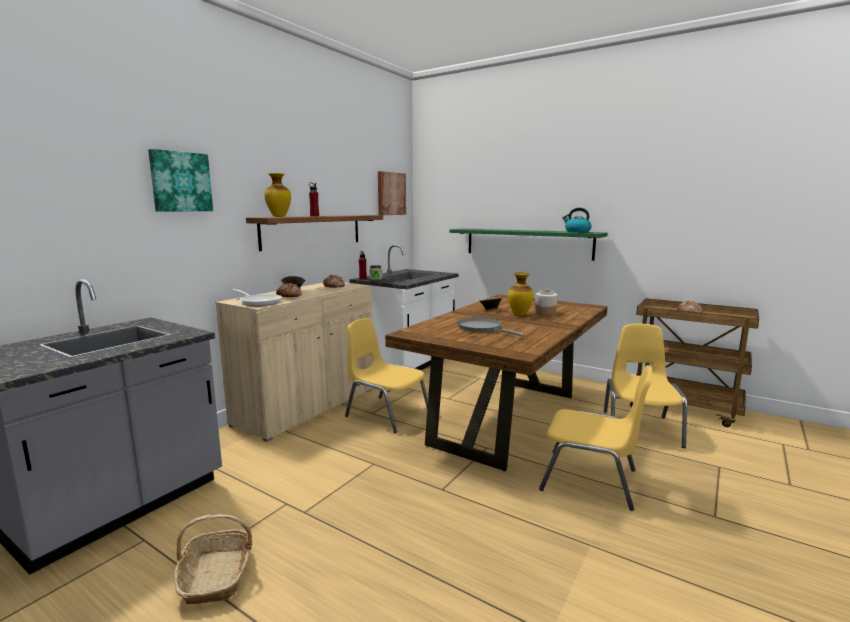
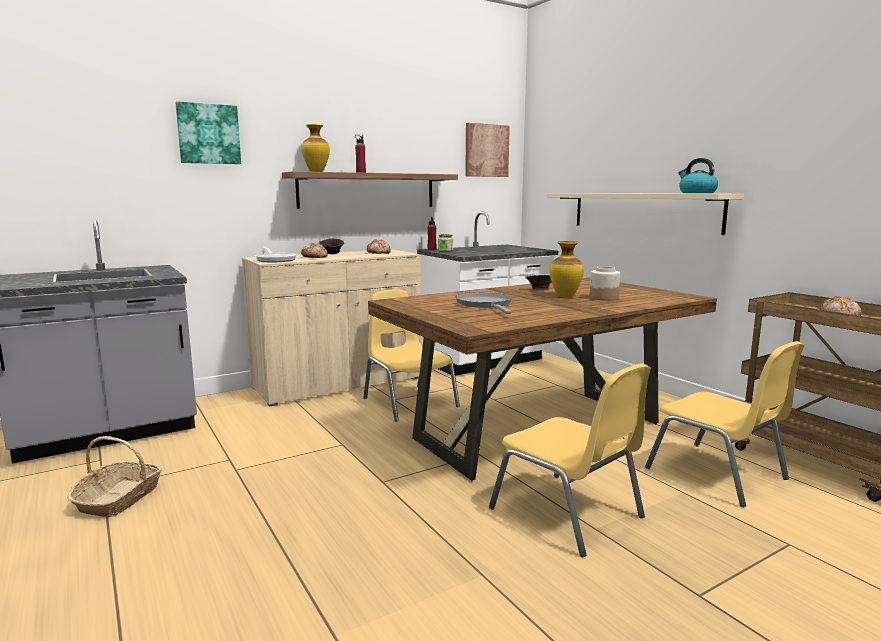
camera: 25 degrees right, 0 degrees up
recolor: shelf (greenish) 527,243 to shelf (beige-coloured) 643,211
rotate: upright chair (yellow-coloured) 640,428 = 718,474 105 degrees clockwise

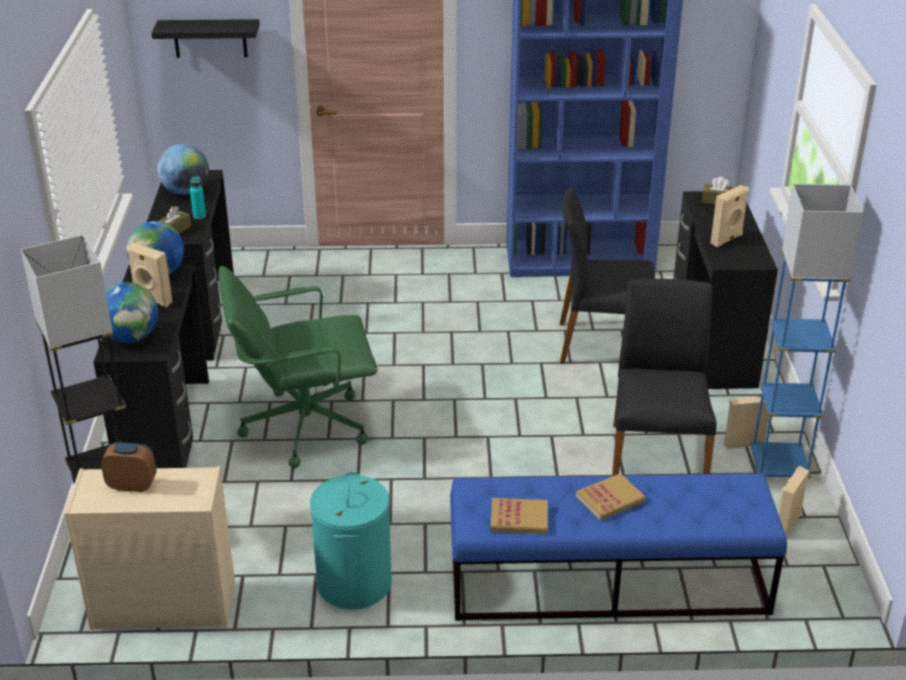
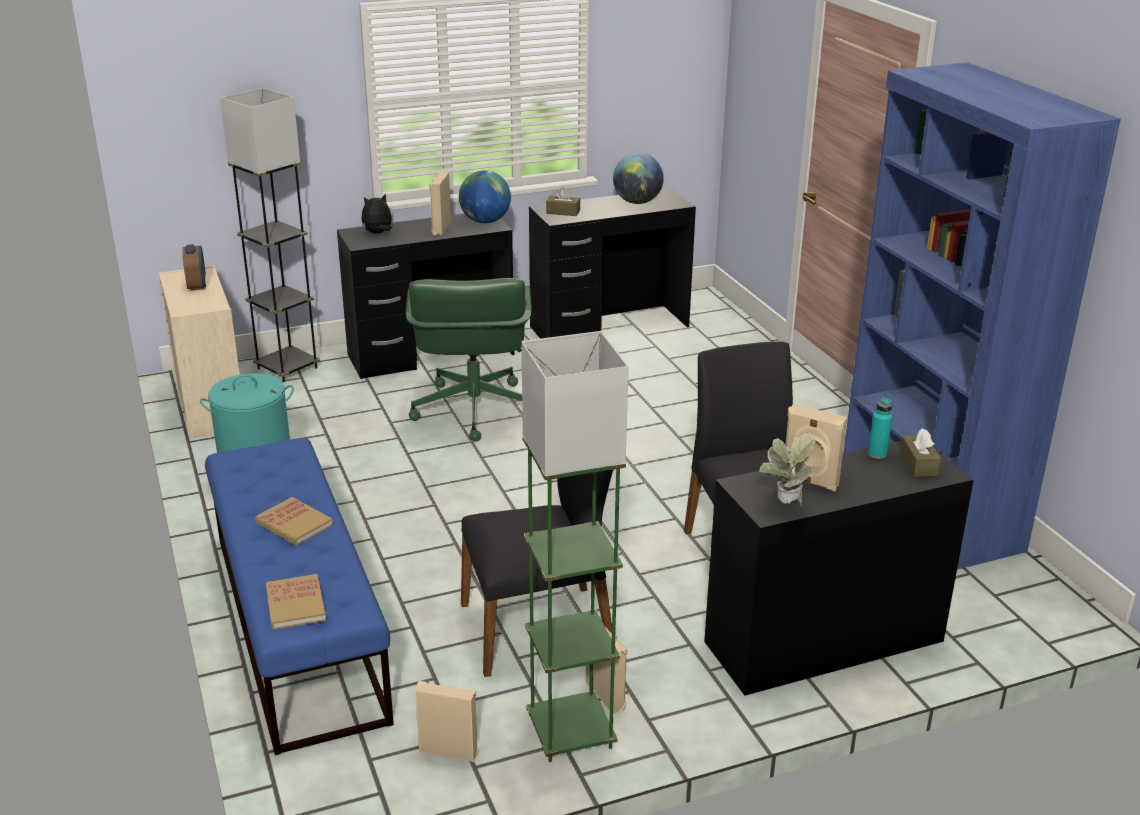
camera: 70 degrees right, 5 degrees down
delete: shelf (black) 210,38
insert: potted plant 783,505
move: drink bottle (turquoise) 199,216 to 877,454; volume 519,518 to 295,604
replace: desk globe 131,337 to plush toy 378,233
recolor: floor lamp (blue) 778,467 to floor lamp (greenish) 571,732
rotate: desk chair (greenish) 303,426 = 473,410 150 degrees counterclockwise

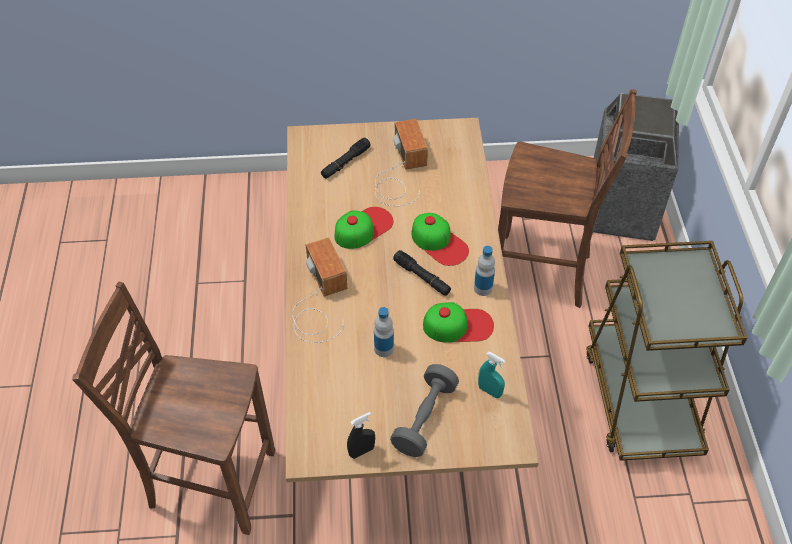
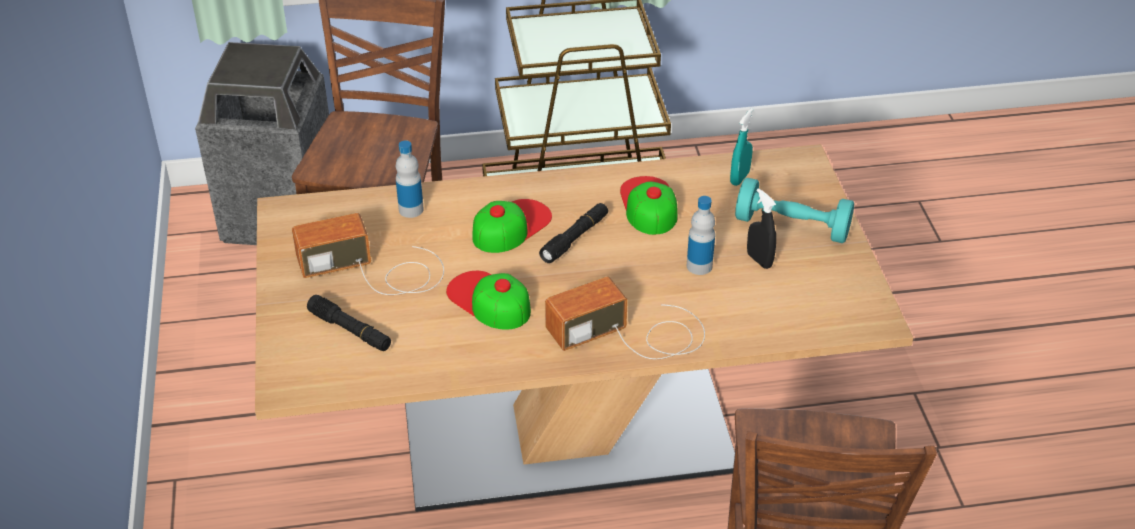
camera: 95 degrees left, 10 degrees down
move: hand sprayer (black) 361,451 to 759,260; drink bottle 483,288 to 411,209
recolor: hand weight (greyish) 424,418 to hand weight (turquoise) 792,226

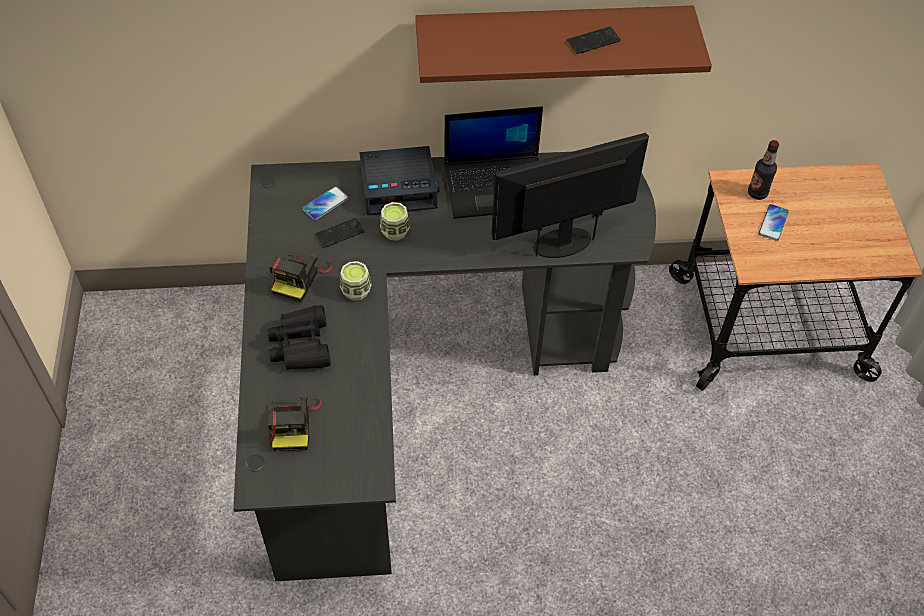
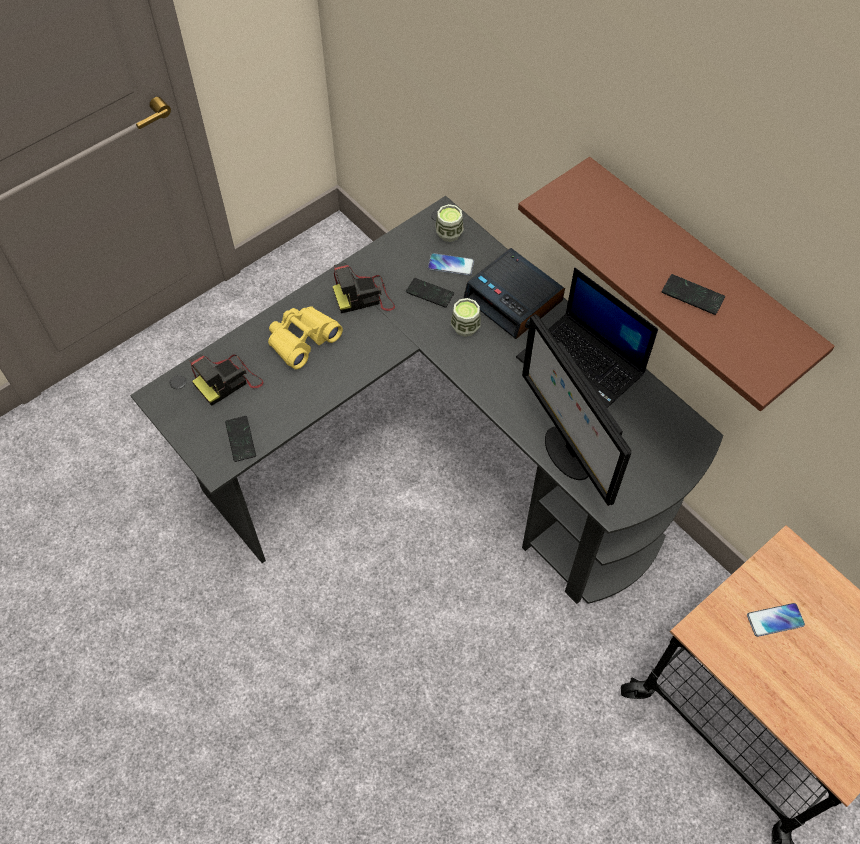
camera: 55 degrees right, 5 degrees up
delete: drink bottle 757,193
insert: phone 240,439
move: cup 356,291 to 449,233
recolor: binoculars (black) 301,345 to binoculars (yellow-coloured) 302,340
rotate: monitor 563,242 = 566,452 150 degrees counterclockwise

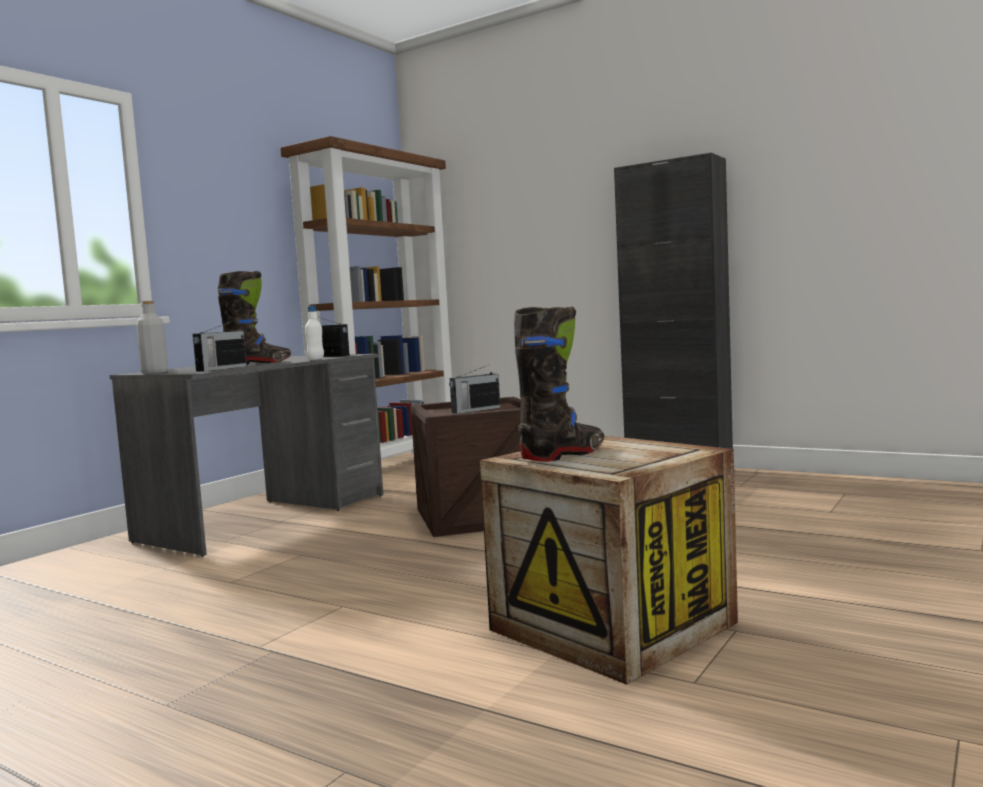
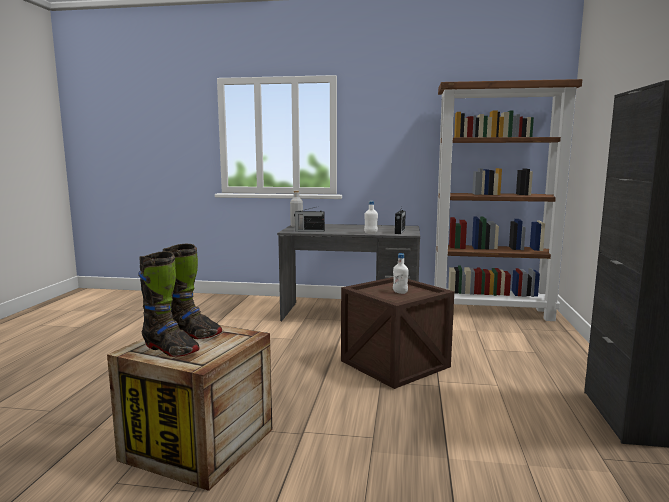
camera: 65 degrees right, 5 degrees up
move: tall boot (black) 257,363 to 170,350
replace: radio set 475,410 to drink bottle (white) 400,292

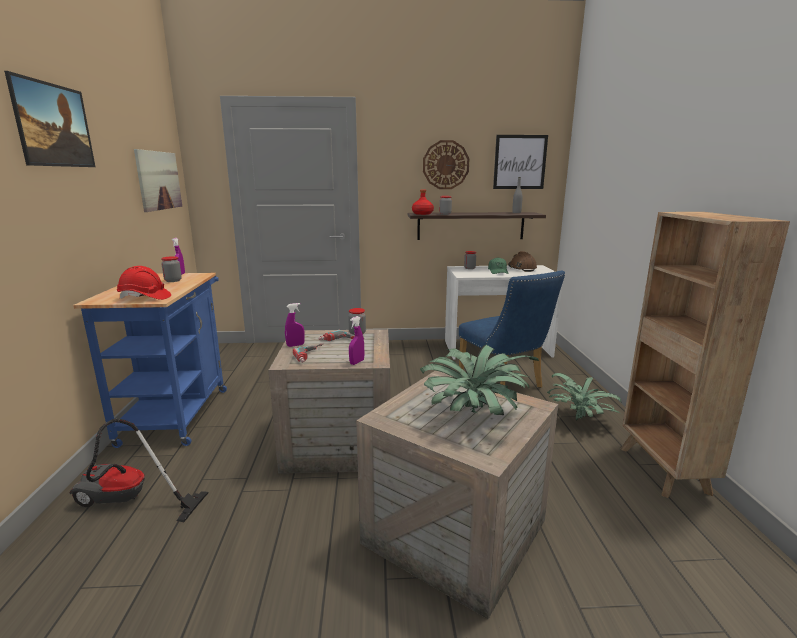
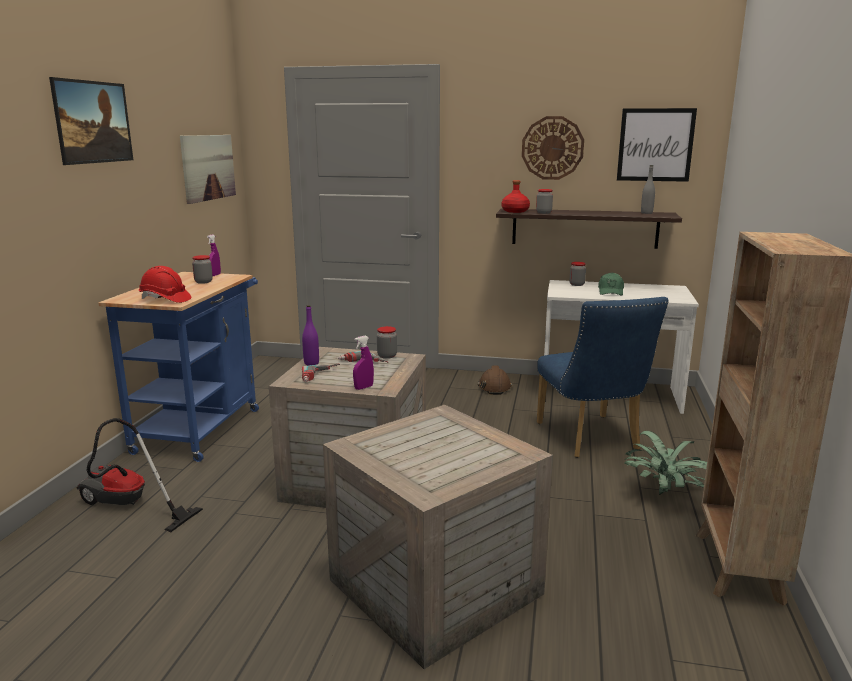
camera: 15 degrees right, 0 degrees up
delete: potted plant 474,415
move: hard hat (brown) 522,268 to 494,387
replace: hand sprayer (purple) 295,345 to drink bottle (purple) 311,363

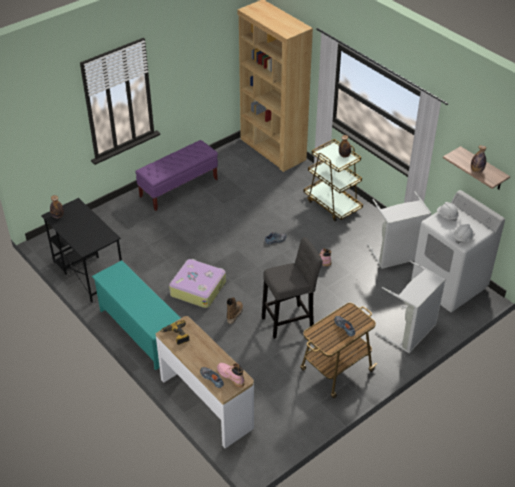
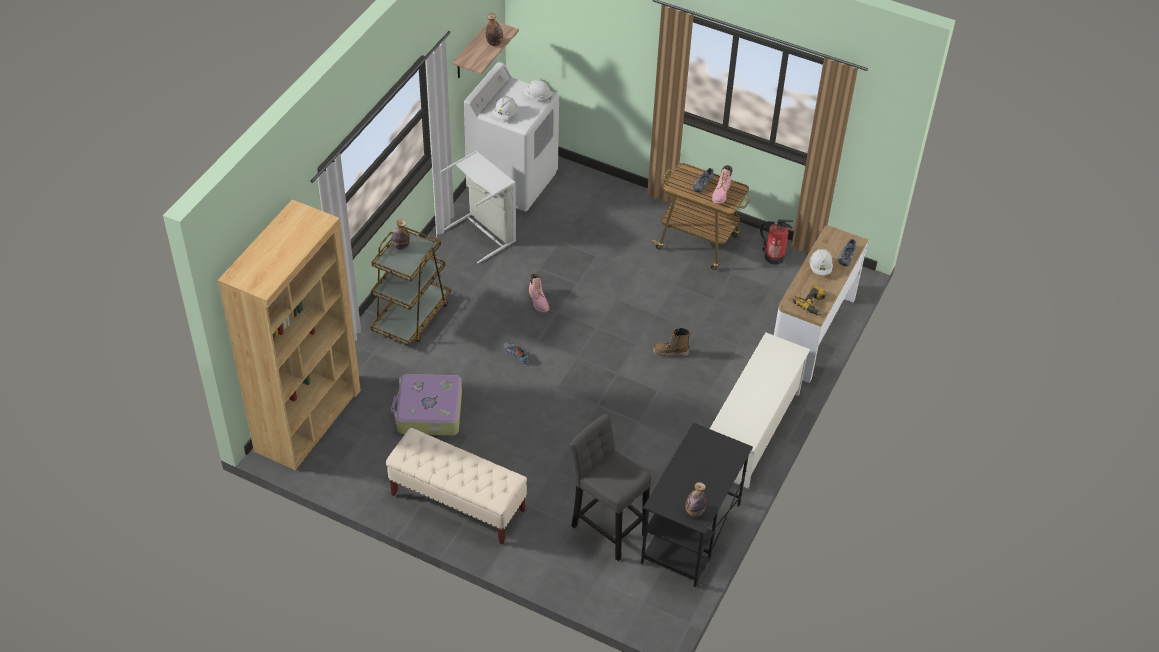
camera: 115 degrees left, 5 degrees up
delete: washing basket (greyish) 411,332
insert: extinguisher 773,257; hard hat (white) 820,268
move: suitcase 198,288 to 428,412; tall boot (pink) 231,376 to 721,194; stool seat (greyish) 290,321 to 607,527
recolor: shoe shelf (turquoise) 141,331 to shoe shelf (white) 752,431; bench (purple) 179,188 to bench (beige-coloured) 457,503

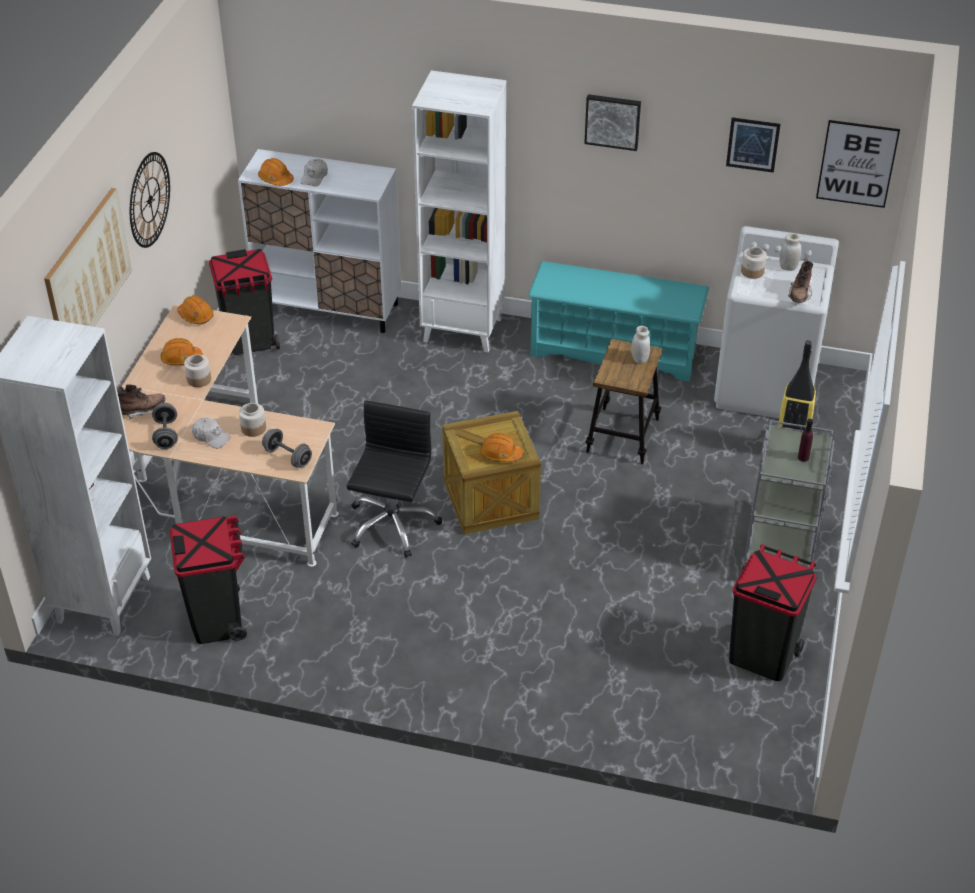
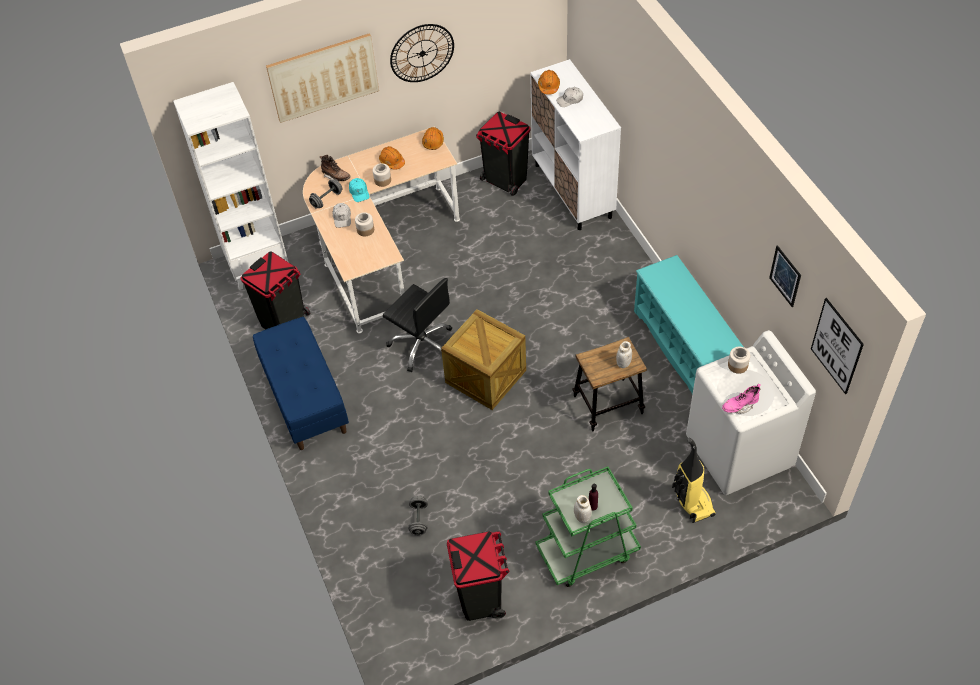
camera: 55 degrees right, 10 degrees up
delete: bookcase (white) 463,329; hard hat (orange-coloured) 500,454; wall art 613,121
insert: bench (blue) 304,398; baseball cap (turquoise) 359,192
move: hand weight (greyish) 287,457 to 419,520; preserve jar (white) 788,267 to 582,517
recolor: wheeled cart (greyish) 780,547 to wheeled cart (greenish) 587,552; tall boot (brown) 799,295 to tall boot (pink) 740,406
rotate: desk chair (black) 392,524 = 422,345 60 degrees clockwise

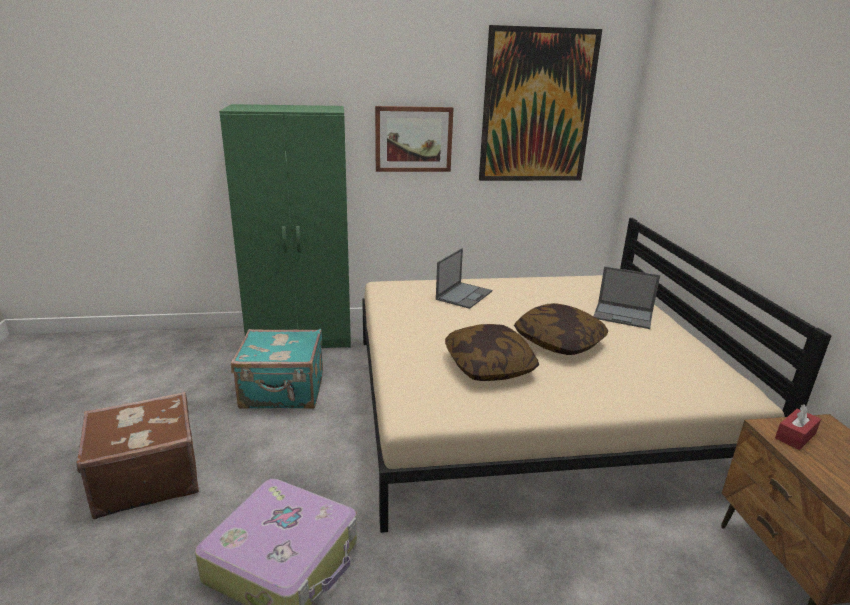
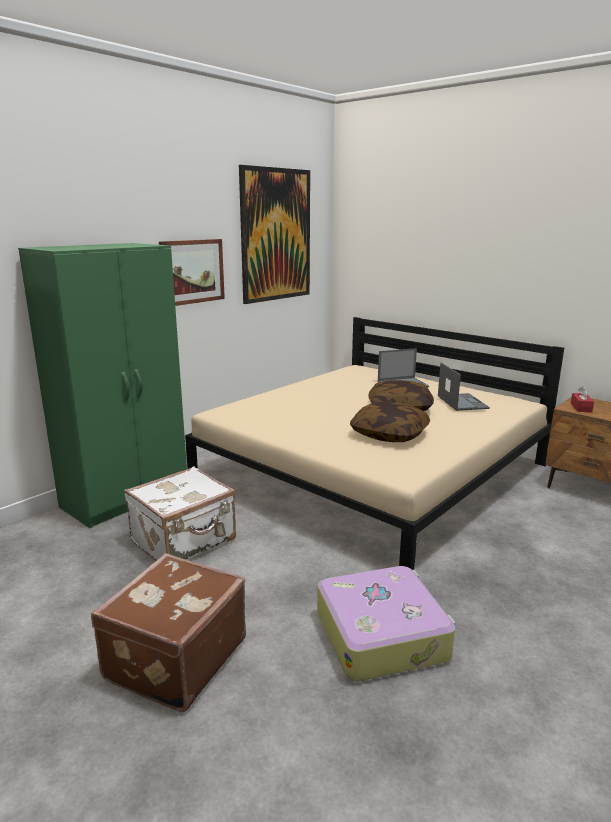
camera: 40 degrees left, 5 degrees down
move: laptop 464,295 to 462,402
recolor: suitcase (turquoise) 283,392 to suitcase (white) 185,541

